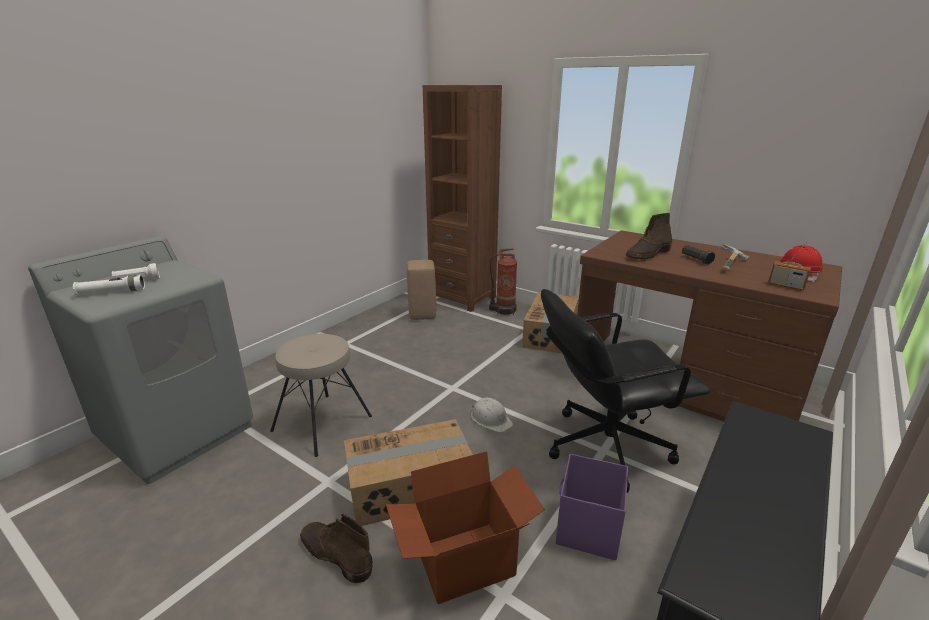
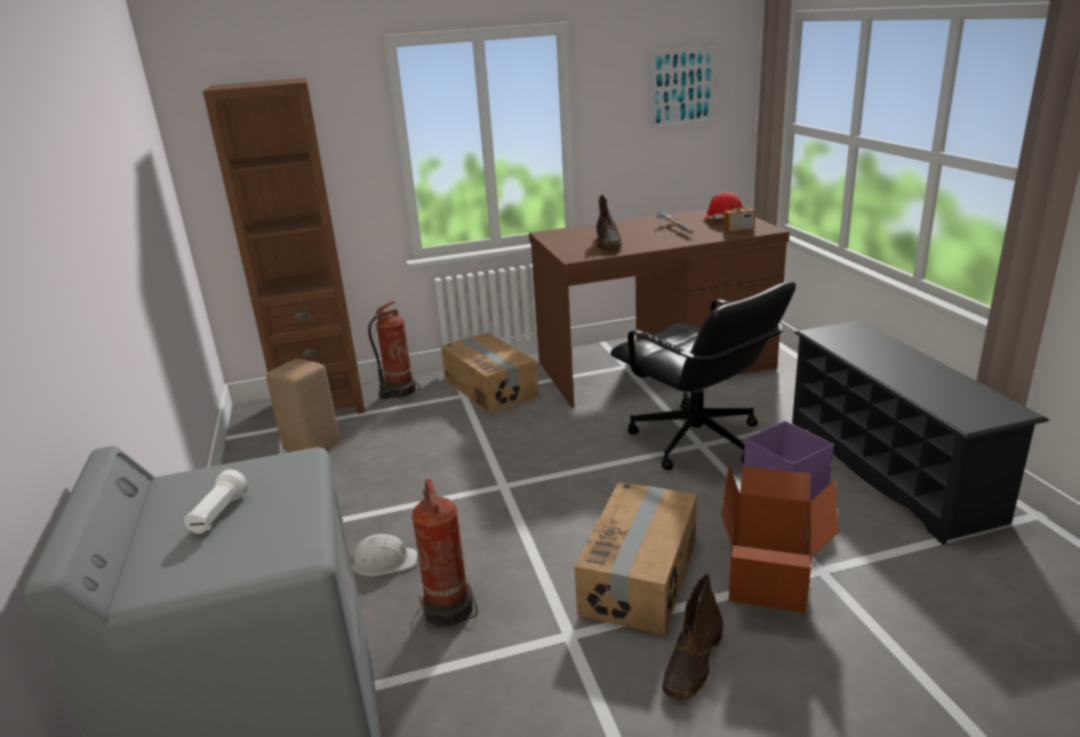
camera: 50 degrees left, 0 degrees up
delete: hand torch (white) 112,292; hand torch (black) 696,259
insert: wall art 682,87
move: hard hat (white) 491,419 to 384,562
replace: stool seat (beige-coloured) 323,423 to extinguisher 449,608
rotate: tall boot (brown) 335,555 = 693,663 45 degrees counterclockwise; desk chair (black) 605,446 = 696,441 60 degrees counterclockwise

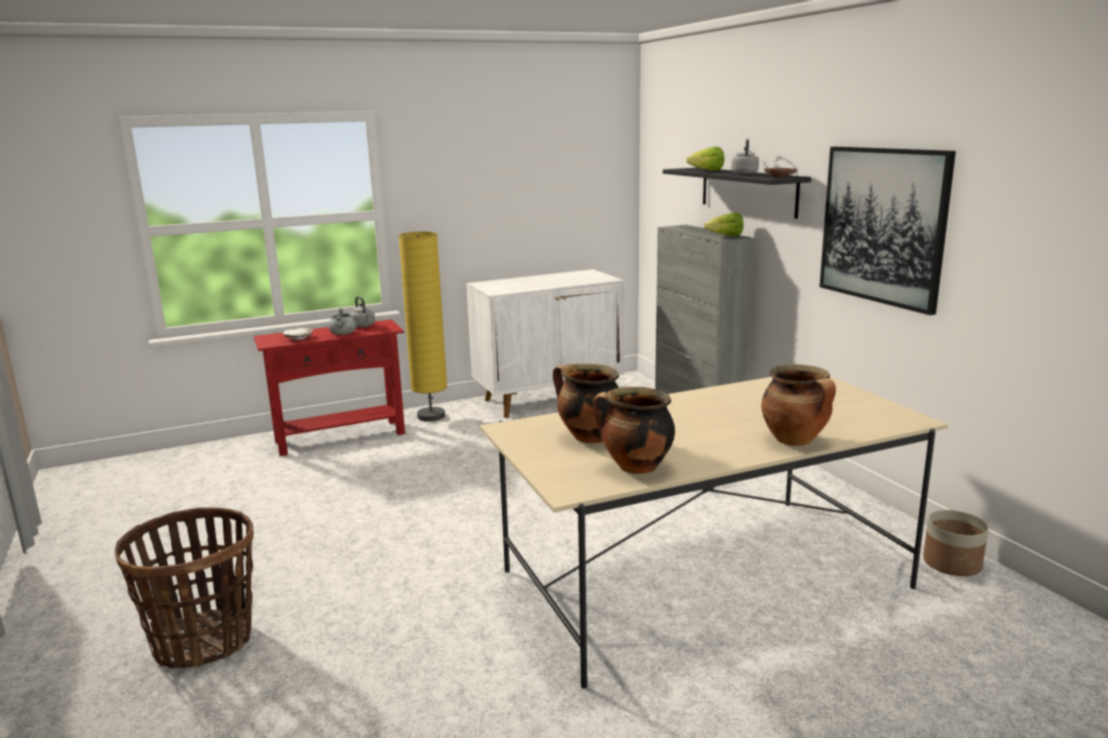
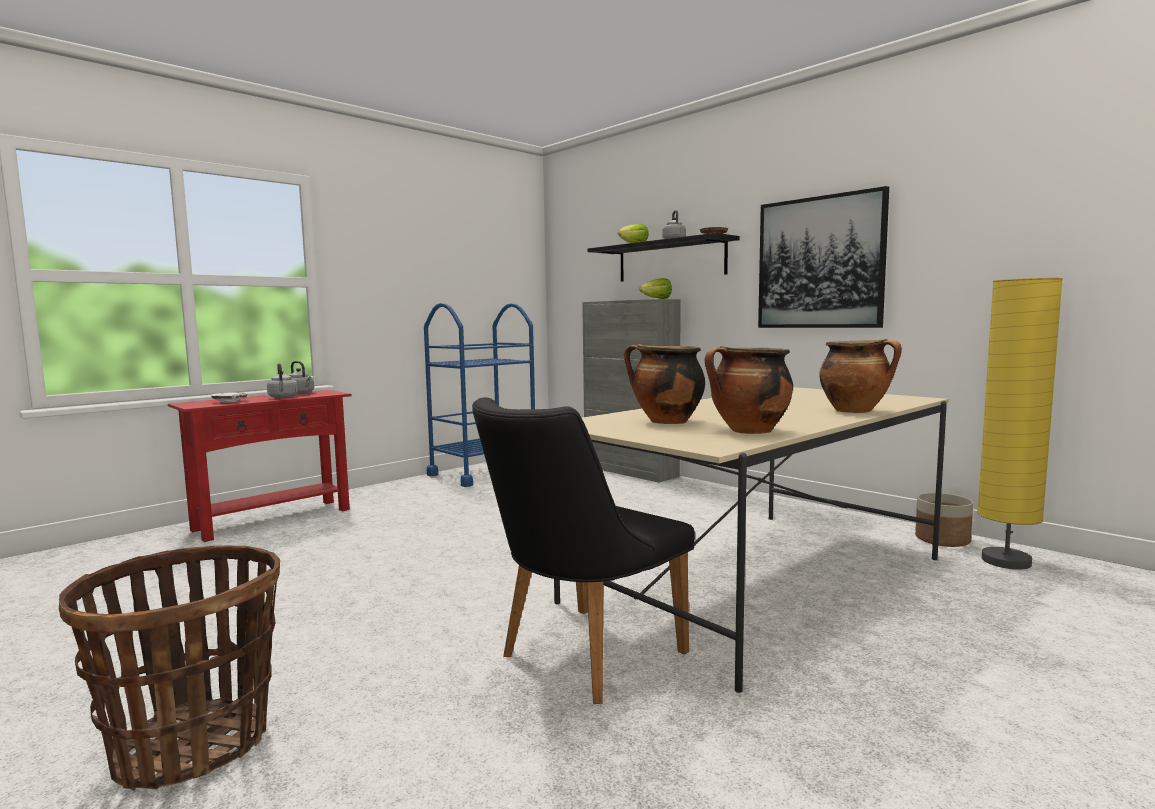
camera: 20 degrees left, 10 degrees down
insert: upright chair (black) 579,658
move: floor lamp (yellow-coloured) 431,416 to 1006,561
replace: stockpot (greyish) 343,334 to tea kettle (greyish) 283,397; cupboard (white) 549,399 to wheeled cart (blue) 483,473

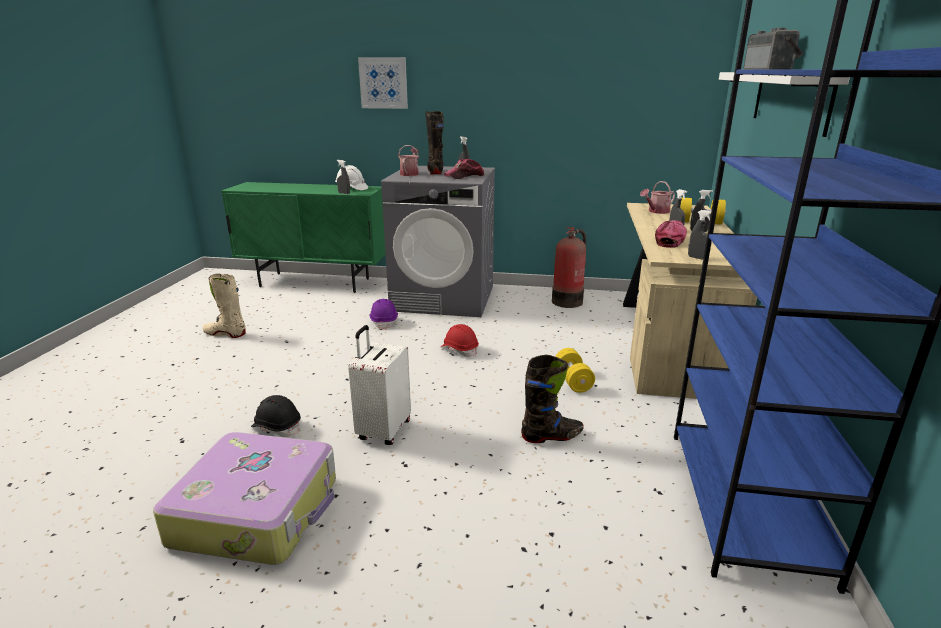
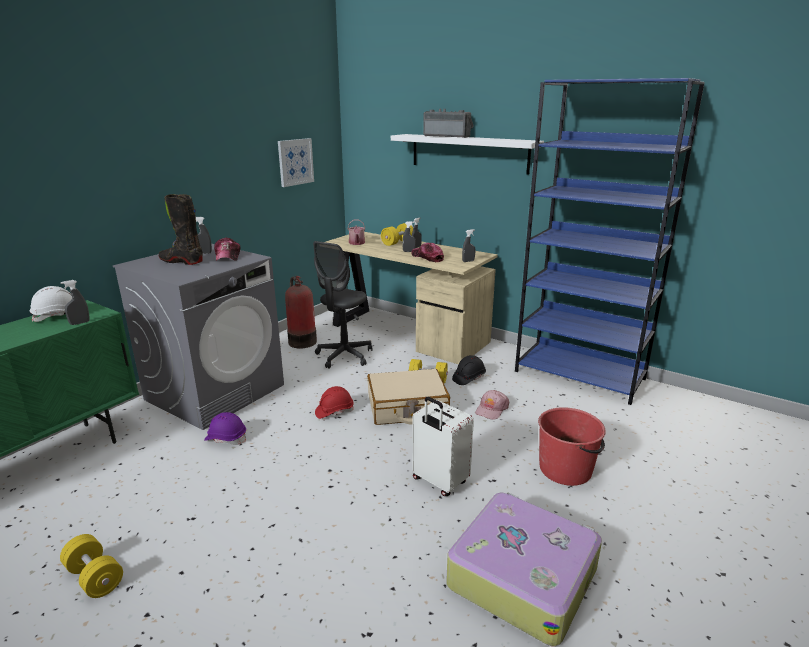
camera: 65 degrees left, 0 degrees up
delete: sprinkling can 410,173
insert: desk chair (greyish) 344,356; suitcase (beige-coloured) 407,407; pail (red) 566,469
move: hard hat (black) 277,427 to 468,378; wall art 383,83 to 295,162
replace: tall boot (beige-coloured) 225,334 to hand weight (yellow-coloured) 95,577; tall boot (black) 552,436 to baseball cap (pink) 491,409

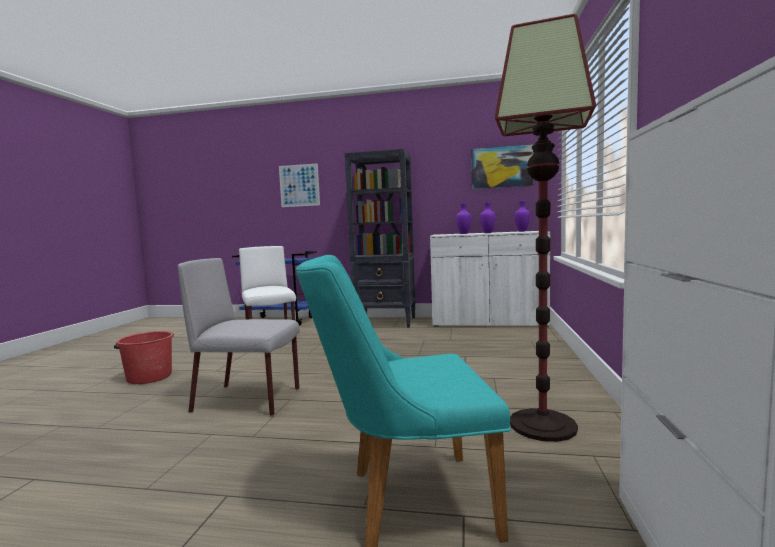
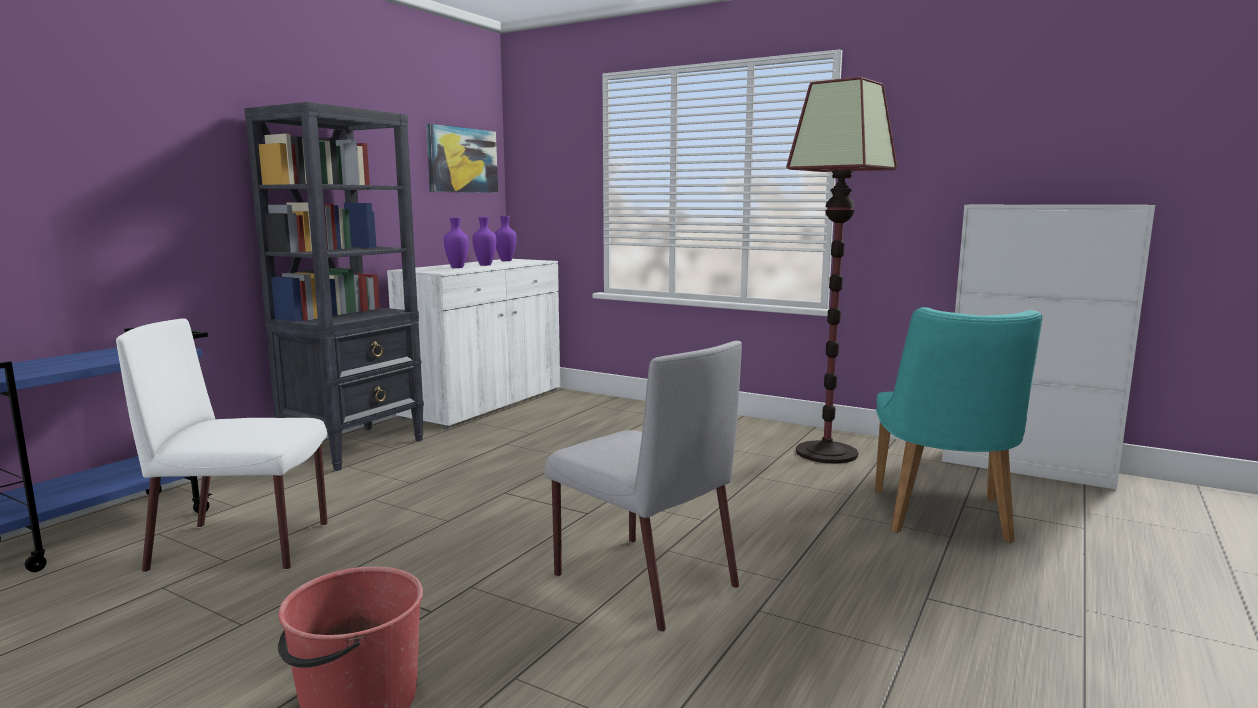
camera: 70 degrees left, 5 degrees up
delete: wall art 299,185
rotate: upright chair (greyish) 249,400 = 642,580 75 degrees counterclockwise

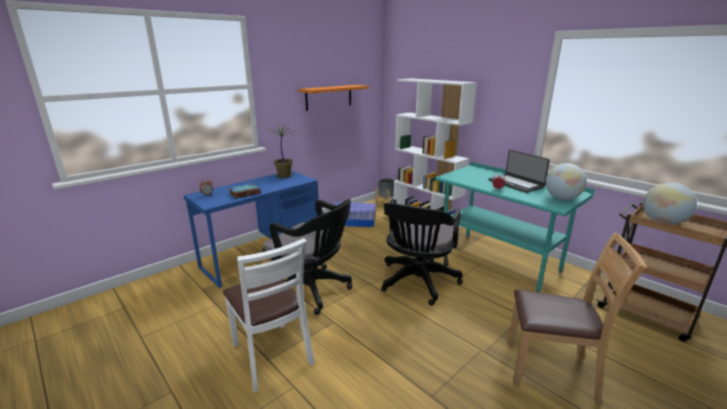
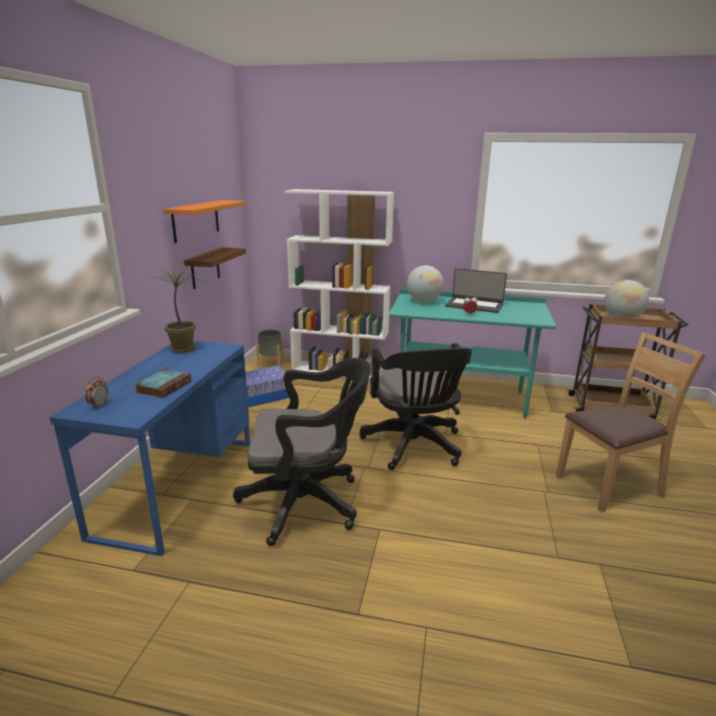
camera: 35 degrees left, 0 degrees up
delete: upright chair (white) 272,355
insert: shelf (brown) 205,268
move: desk globe 562,198 to 424,301

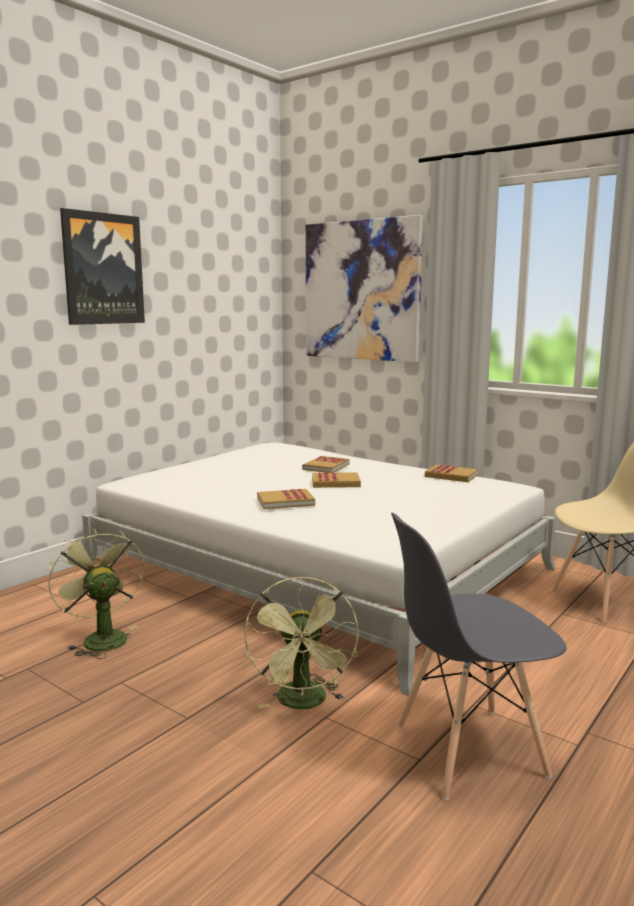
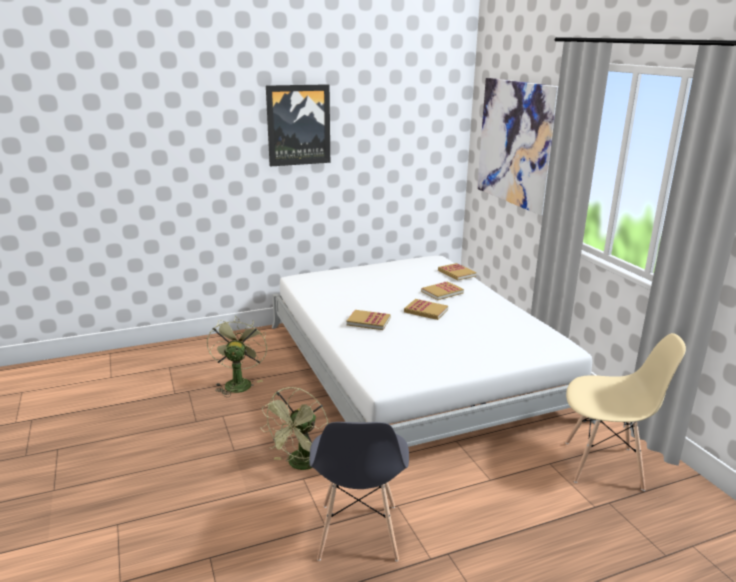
camera: 30 degrees right, 10 degrees up
move: volume 451,476 to 456,273
rotate: upright chair (greyish) 468,751 = 358,532 105 degrees counterclockwise

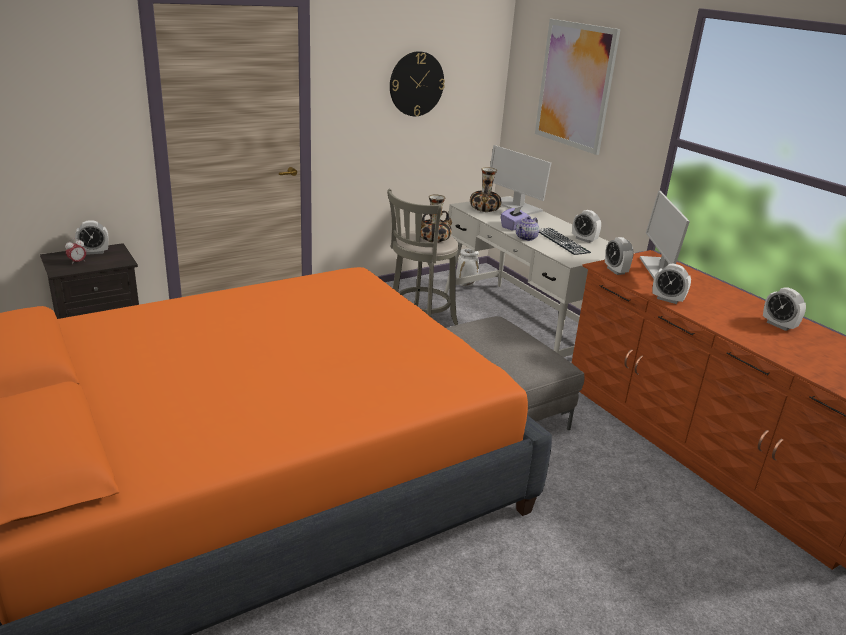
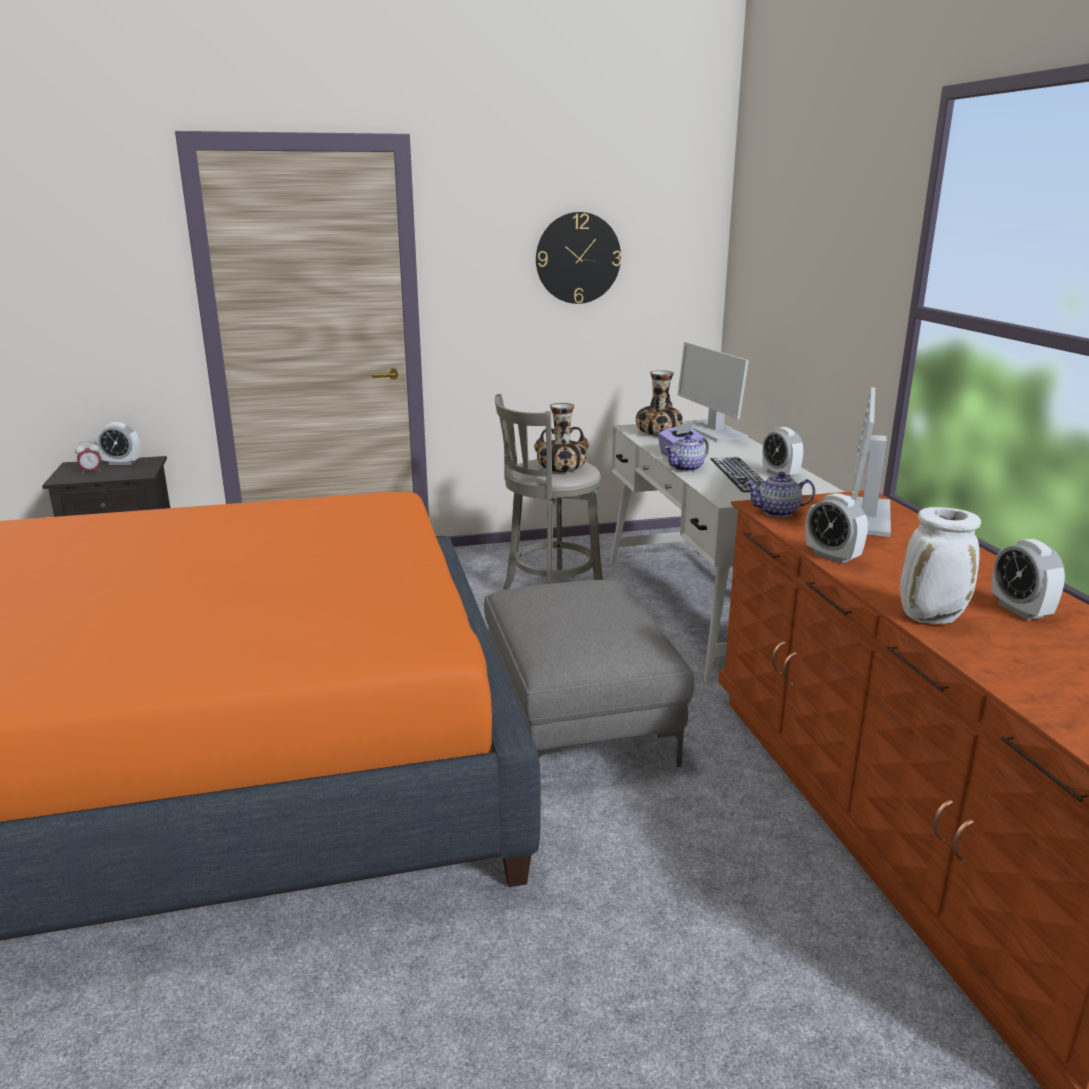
camera: 20 degrees right, 5 degrees down
delete: wall art 575,85
move: flower vase (white) 466,284 to 931,618
replace: table clock 615,271 to tea pot 778,512

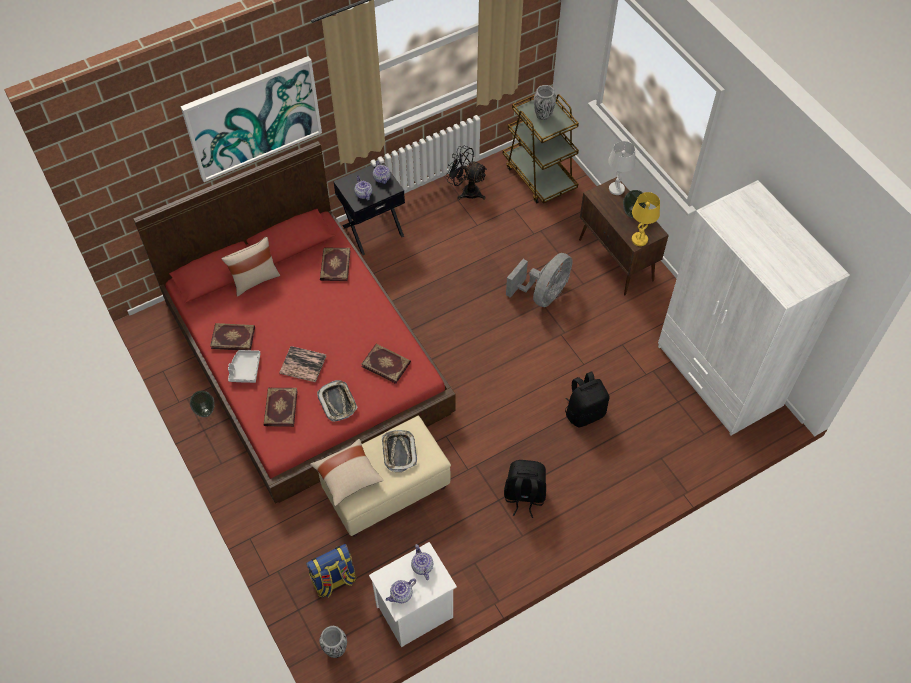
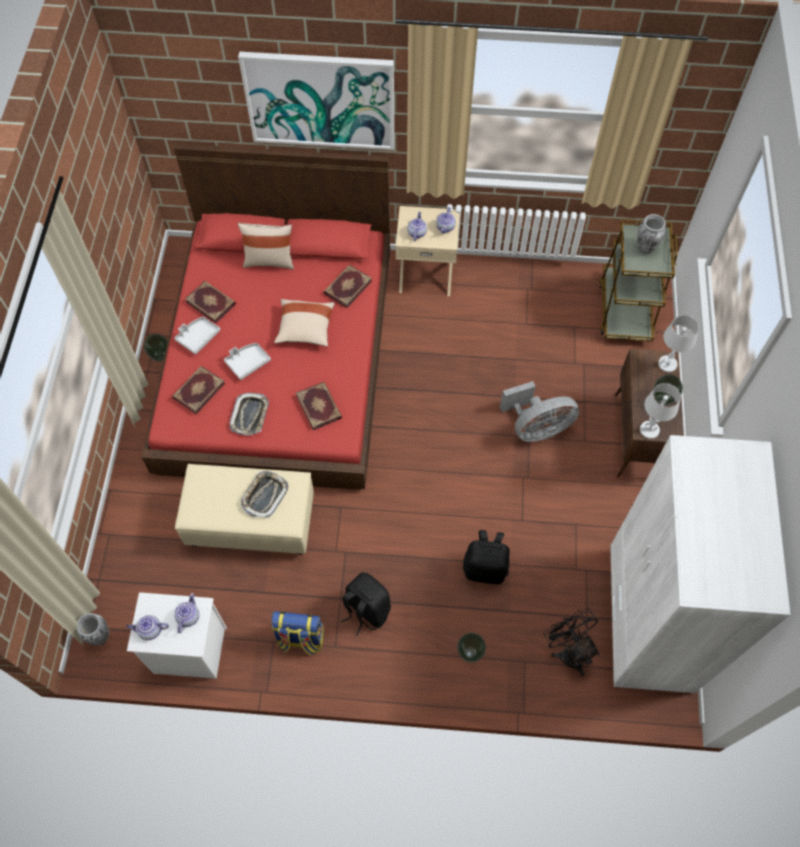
camera: 35 degrees right, 5 degrees up
insert: flower vase 469,653
move: knapsack 334,580 to 300,639; throw pillow (beige-coloured) 348,477 to 305,328; fan (black) 466,191 to 568,650
replace: volume 303,365 to serving tray (greyish) 247,363
recolor: bedside table (black) 372,230 to bedside table (beige-coloured) 426,274; lamp for a table (yellow-coloured) 639,239 to lamp for a table (white) 649,430

